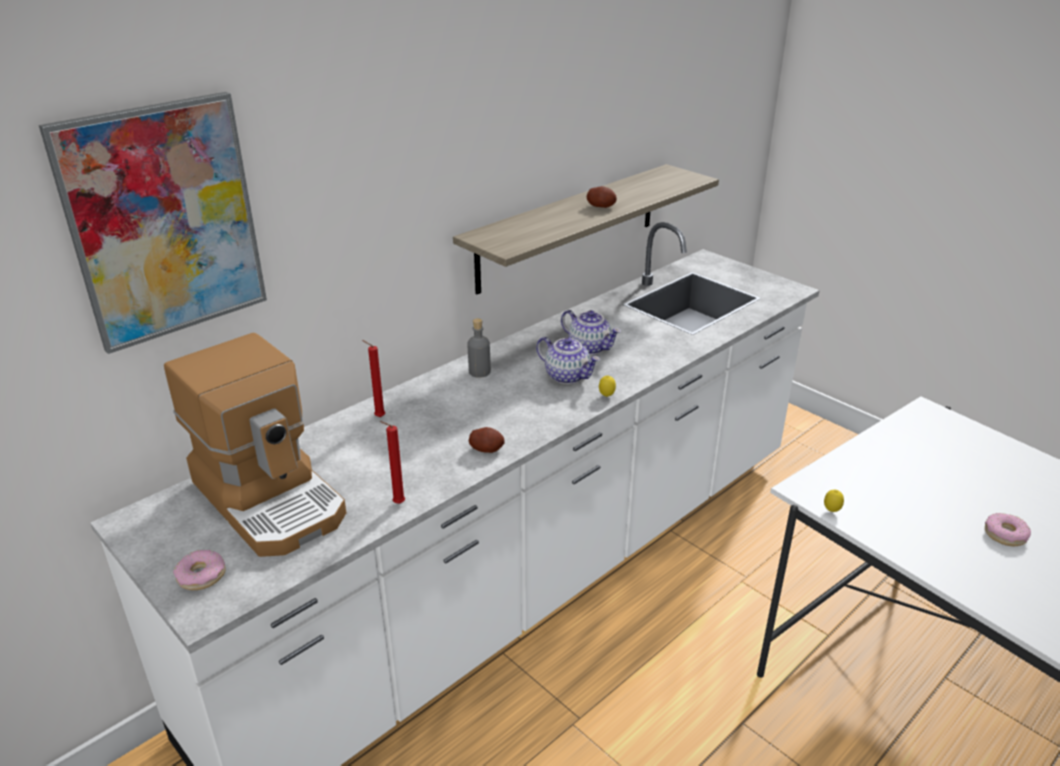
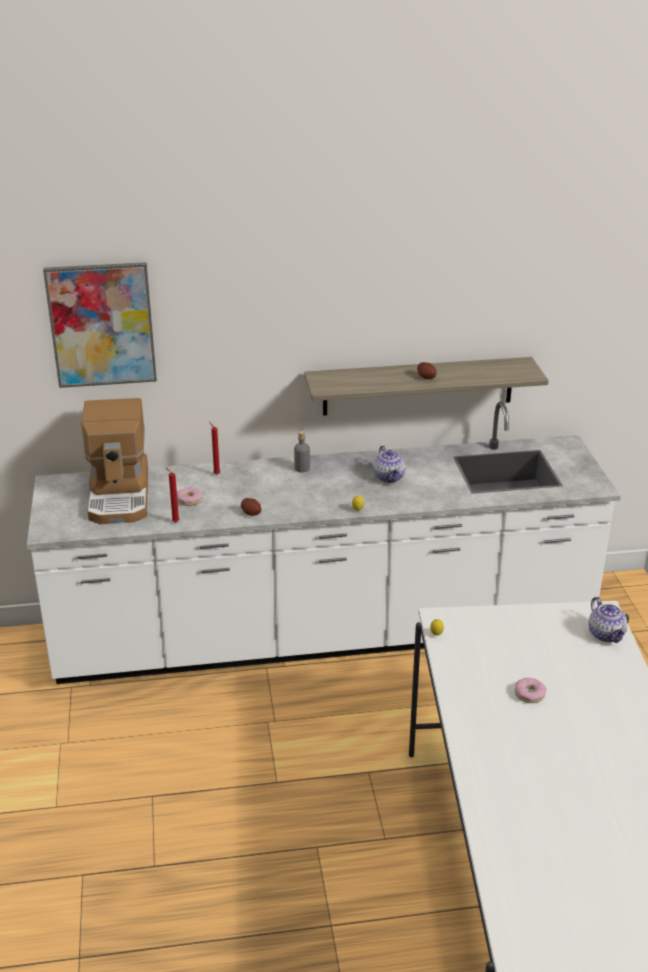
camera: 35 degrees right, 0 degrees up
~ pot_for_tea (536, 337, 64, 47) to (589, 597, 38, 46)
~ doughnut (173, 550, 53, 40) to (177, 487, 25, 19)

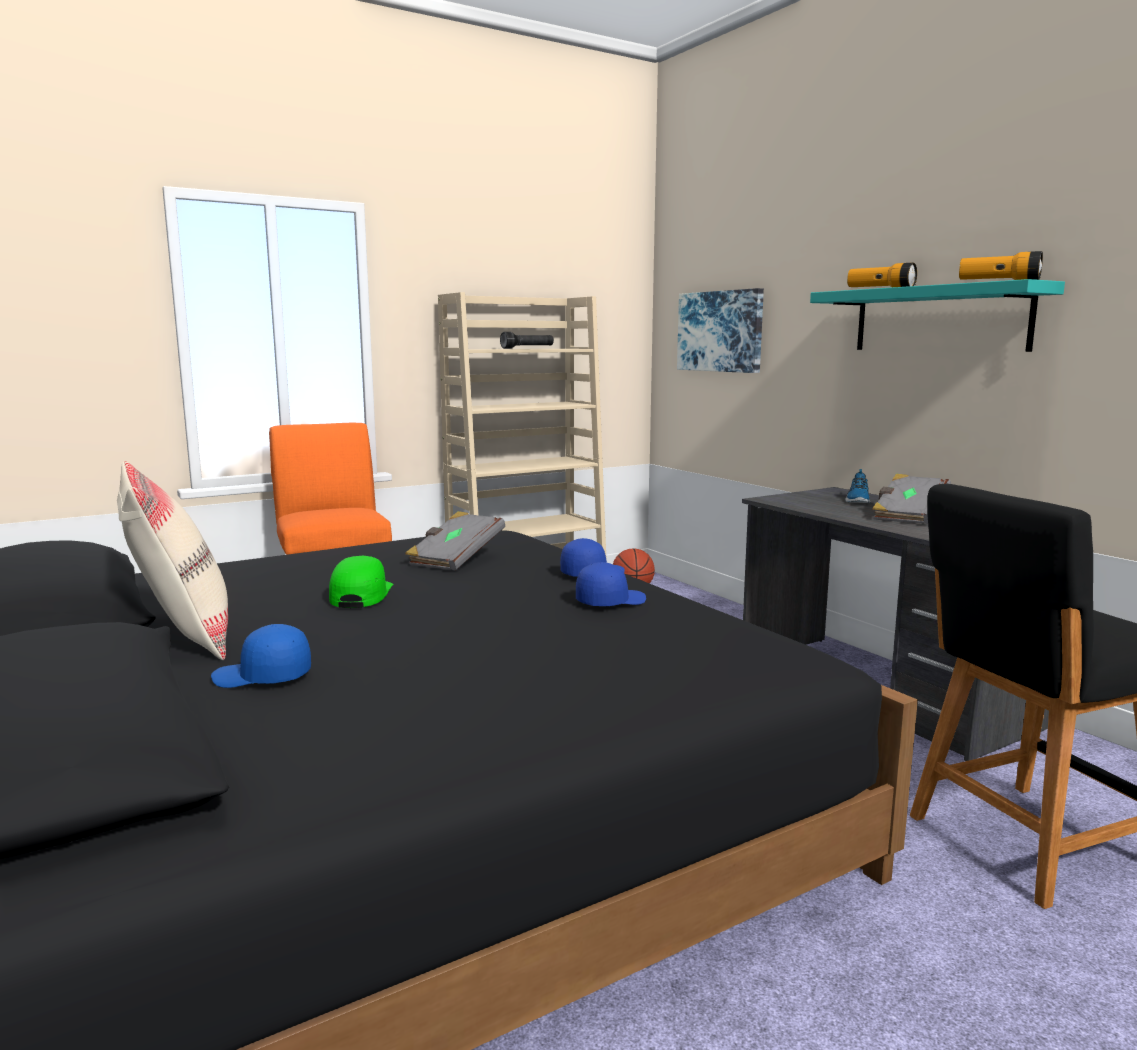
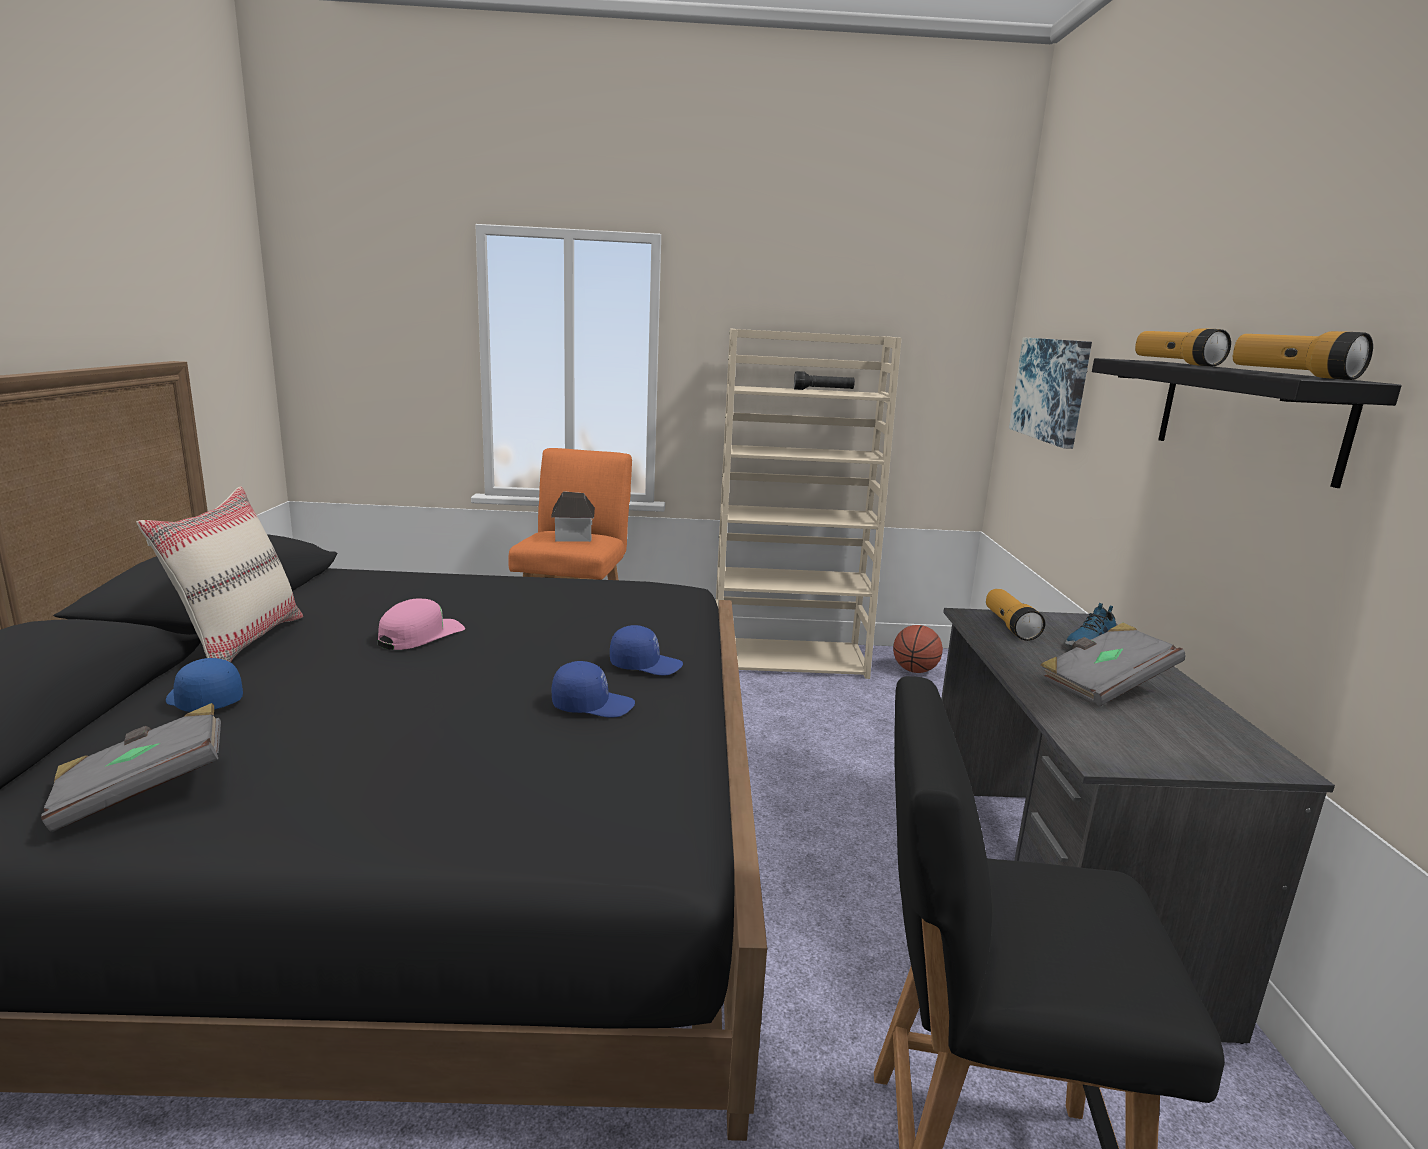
camera: 30 degrees right, 5 degrees up
~ blue-green_shelf (810, 279, 255, 73) to black-coloured_shelf (1092, 358, 310, 130)
~ greyish_book (405, 511, 100, 60) to (41, 703, 180, 129)
~ greenish_peaked_cap (329, 556, 64, 52) to pink_peaked_cap (378, 599, 87, 51)
+ model_house (551, 491, 44, 51)
+ flashlight (986, 589, 59, 52)

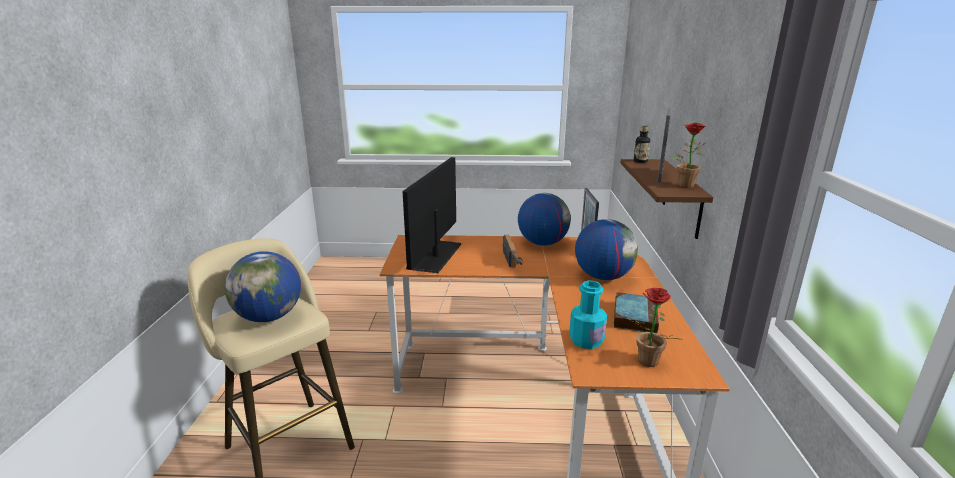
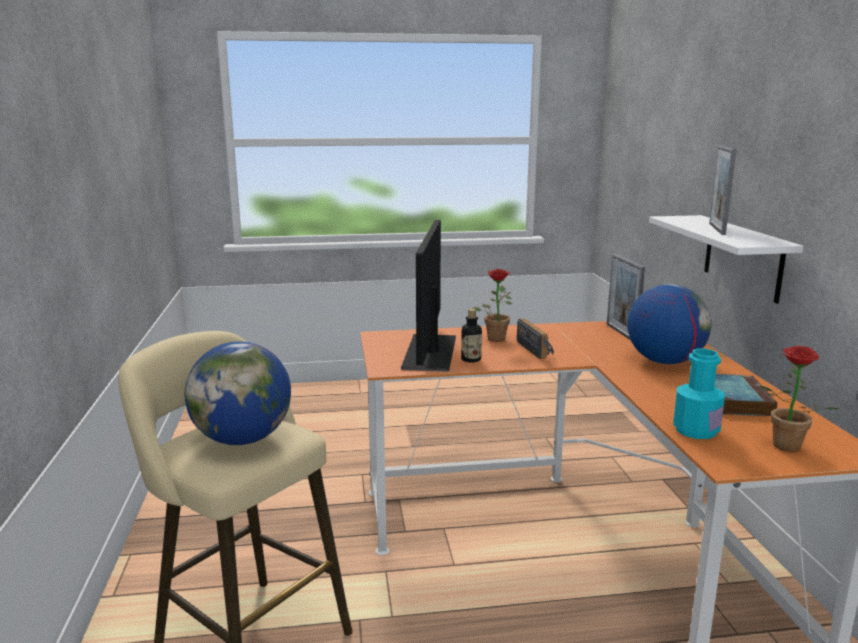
camera: 10 degrees left, 5 degrees down
~ houseplant (669, 123, 37, 65) to (474, 269, 38, 73)
~ bottle (634, 125, 16, 38) to (461, 309, 21, 54)
~ brown-coloured_shelf (620, 159, 93, 80) to white-coloured_shelf (649, 215, 154, 89)
- globe (518, 193, 53, 53)

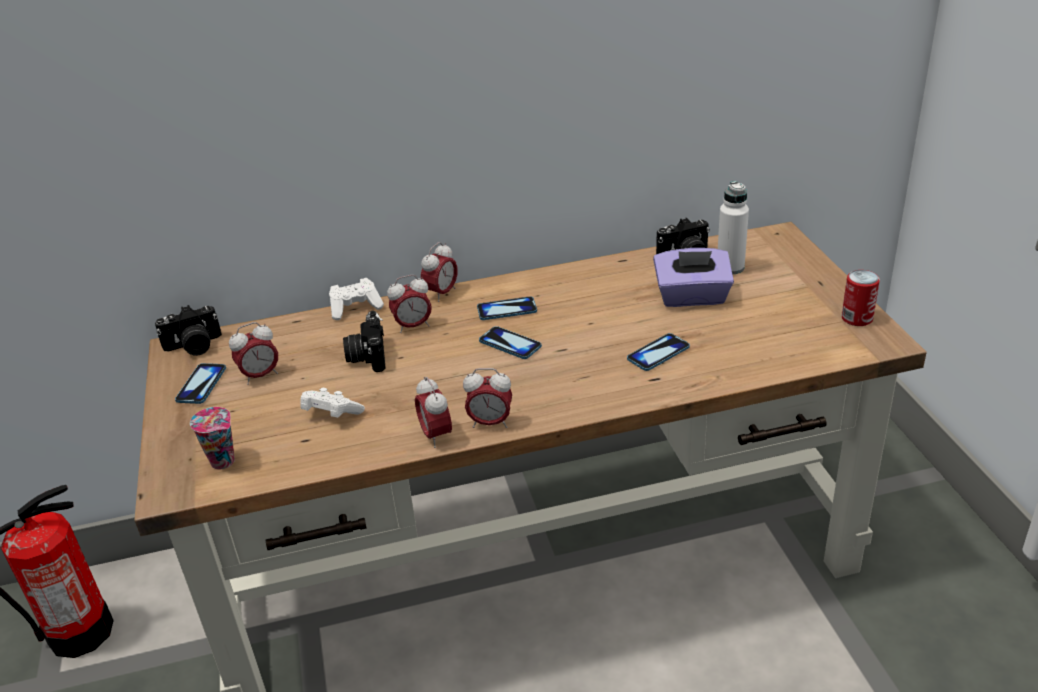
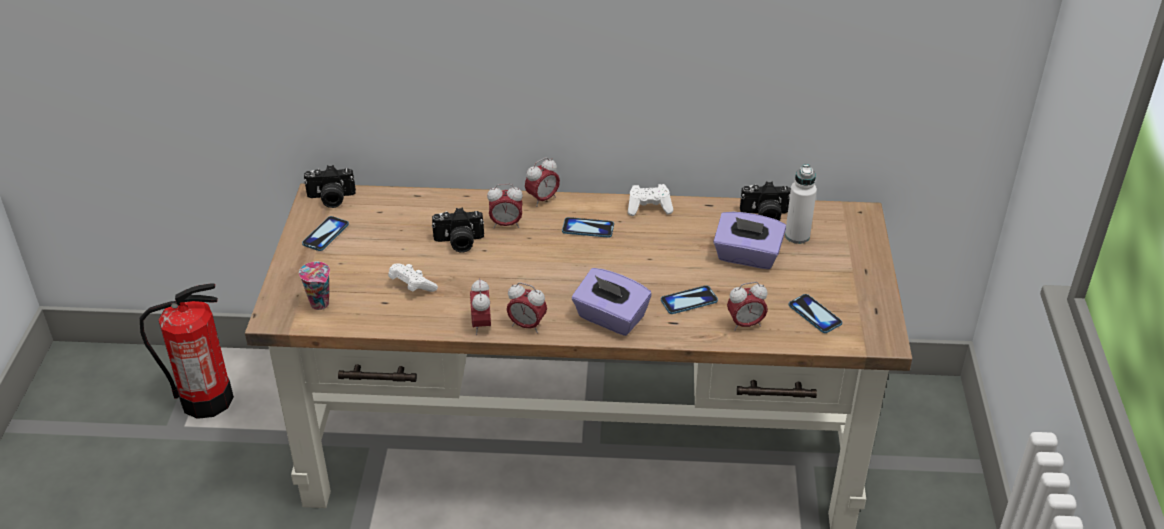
camera: 15 degrees right, 5 degrees up
- metal_can (841, 270, 39, 56)
~ white-coloured_game_controller (329, 278, 55, 42) to (628, 184, 46, 32)
~ photo_camera (343, 311, 43, 61) = (432, 207, 52, 45) 105 degrees counterclockwise
~ alarm_clock (229, 322, 49, 63) to (727, 282, 41, 49)
~ handset (479, 326, 63, 33) to (788, 294, 54, 39)
+ purplish_tissue_holder (572, 268, 80, 68)

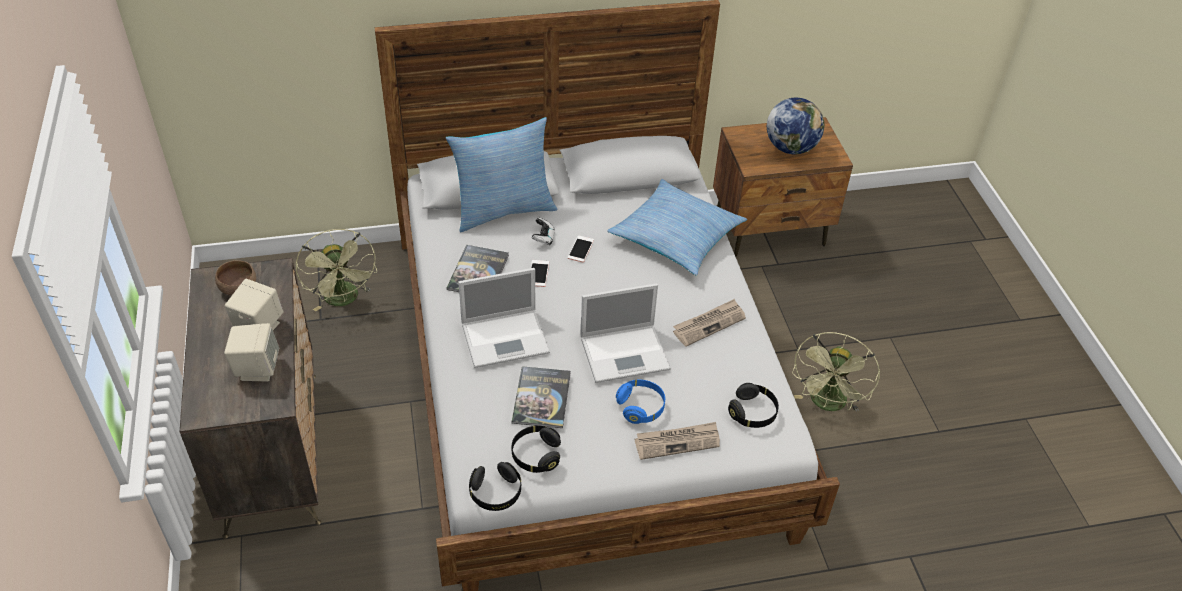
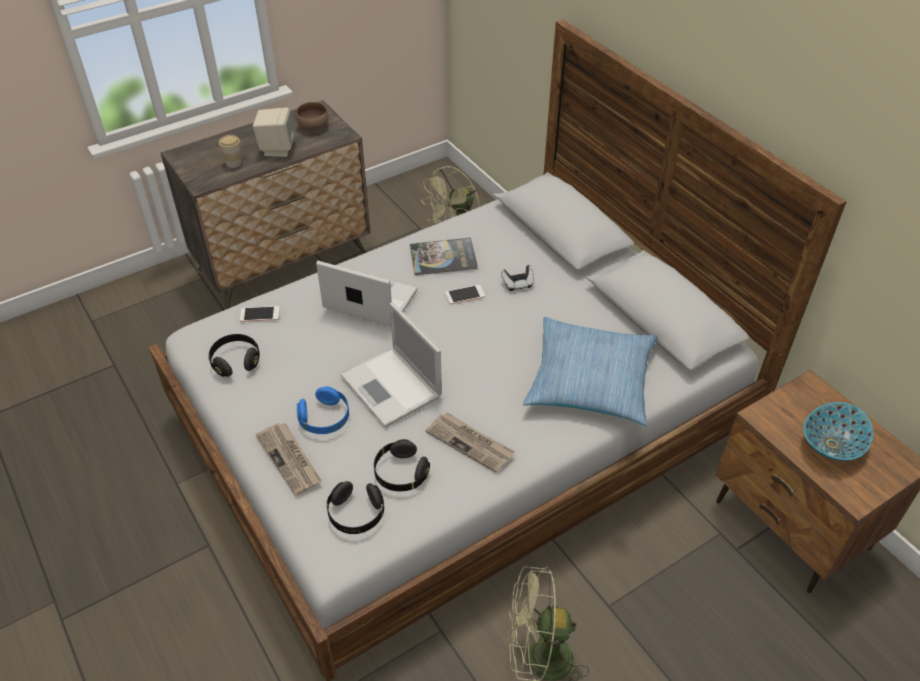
camera: 70 degrees right, 0 degrees up
~ globe (767, 98, 57, 56) to deep_dish (803, 402, 70, 59)
- pillow (446, 117, 111, 115)
~ handset (568, 236, 26, 26) to (240, 306, 40, 16)
~ portable_computer (458, 268, 92, 100) = (316, 261, 101, 66) 150 degrees clockwise
~ sand-coloured_loudspeaker (224, 323, 55, 59) to small_cup (219, 135, 23, 33)
- book (512, 366, 59, 62)
~ black-coloured_pair_of_headphones (469, 462, 52, 49) to (374, 439, 56, 52)

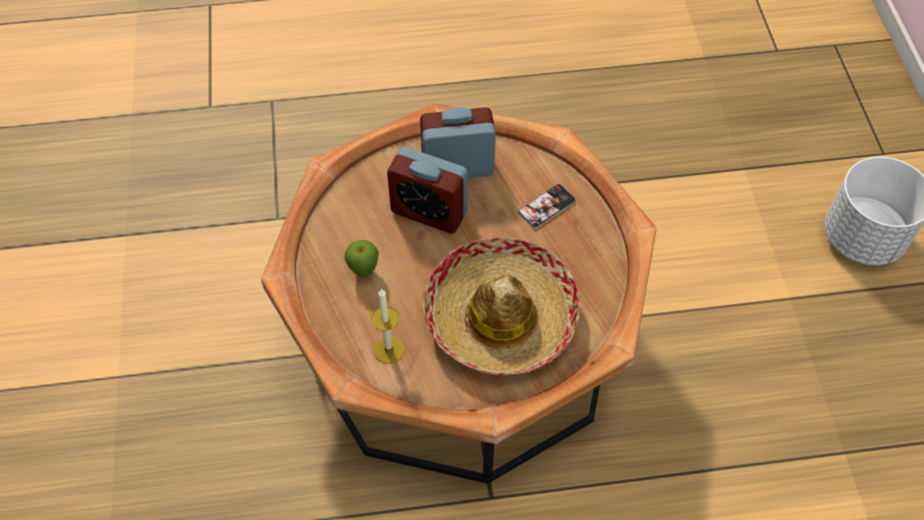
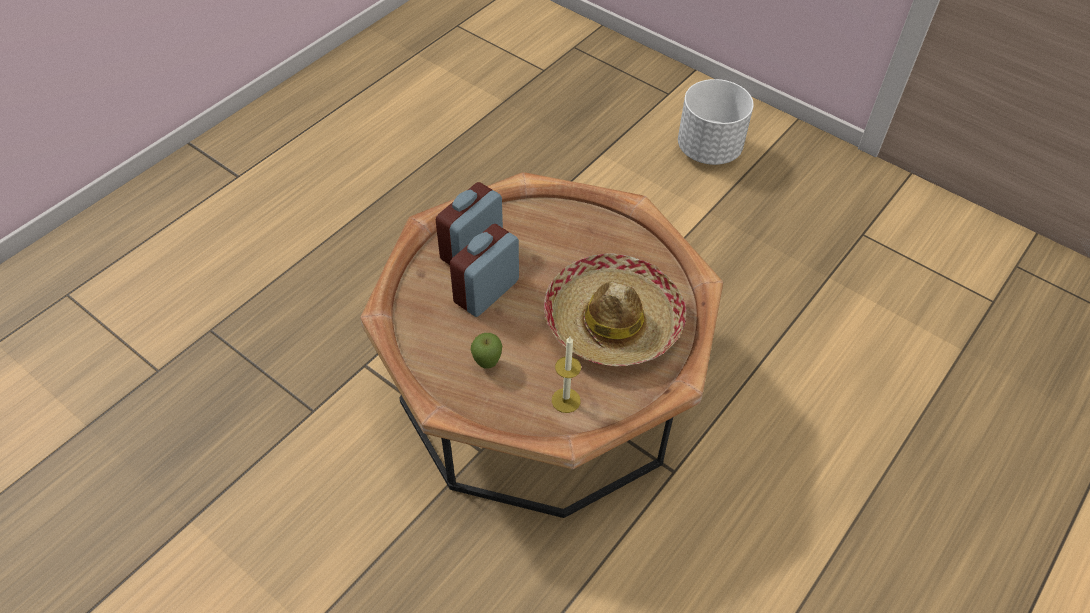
camera: 45 degrees left, 5 degrees down
~ alarm_clock (387, 147, 81, 87) = (450, 224, 69, 93) 150 degrees clockwise
- handset (517, 184, 59, 45)

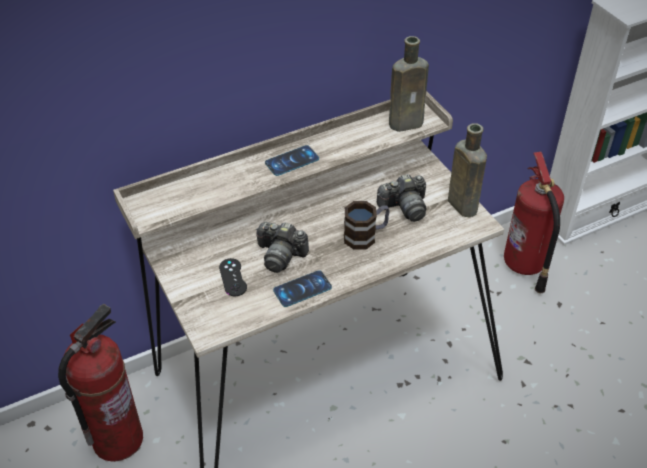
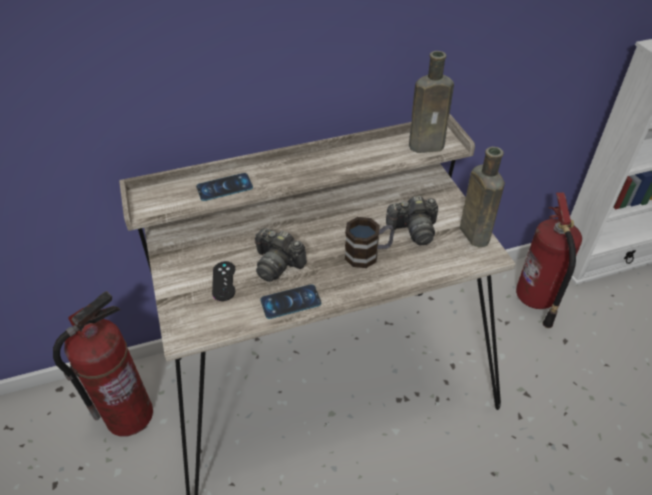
camera: 10 degrees right, 0 degrees up
~ handset (265, 145, 54, 31) to (196, 173, 57, 28)

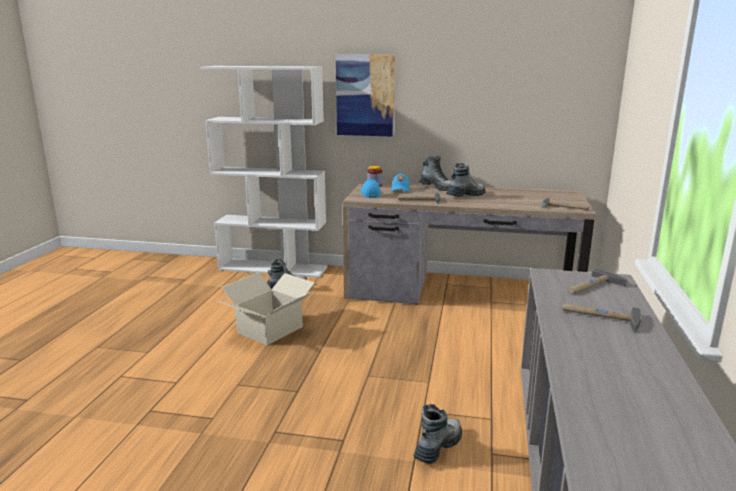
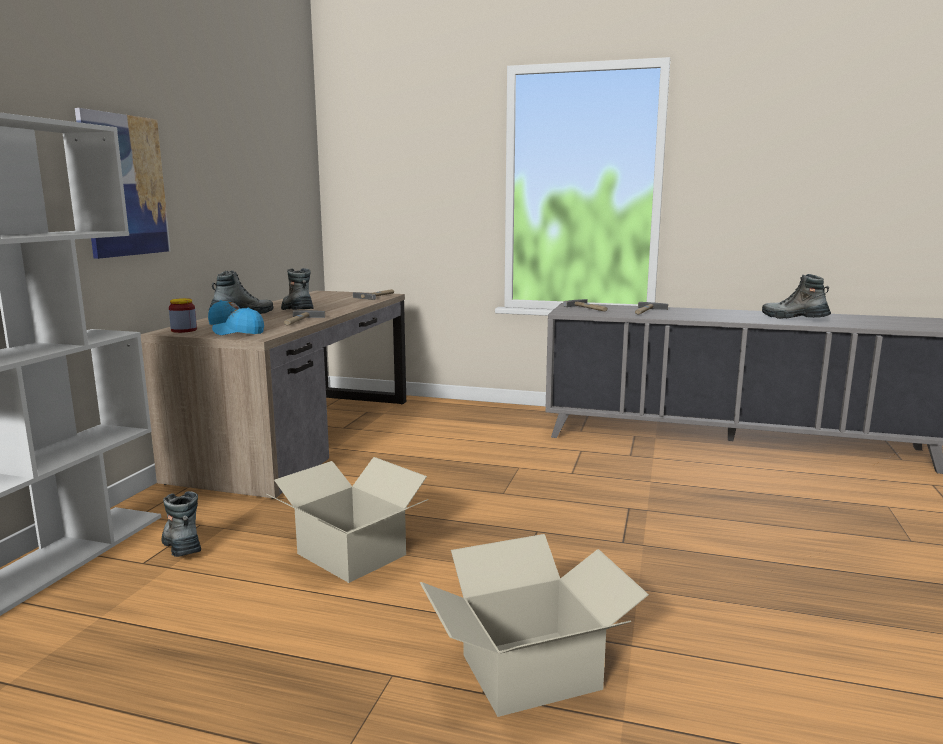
camera: 85 degrees left, 5 degrees down
~ tall_boot (413, 404, 49, 60) to (762, 274, 69, 45)
+ carton (420, 534, 229, 183)

